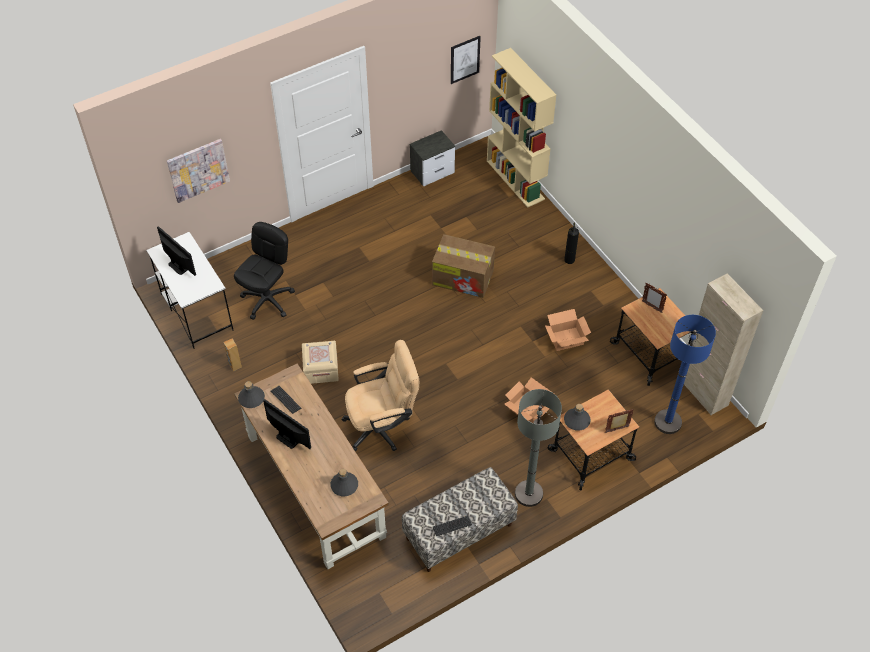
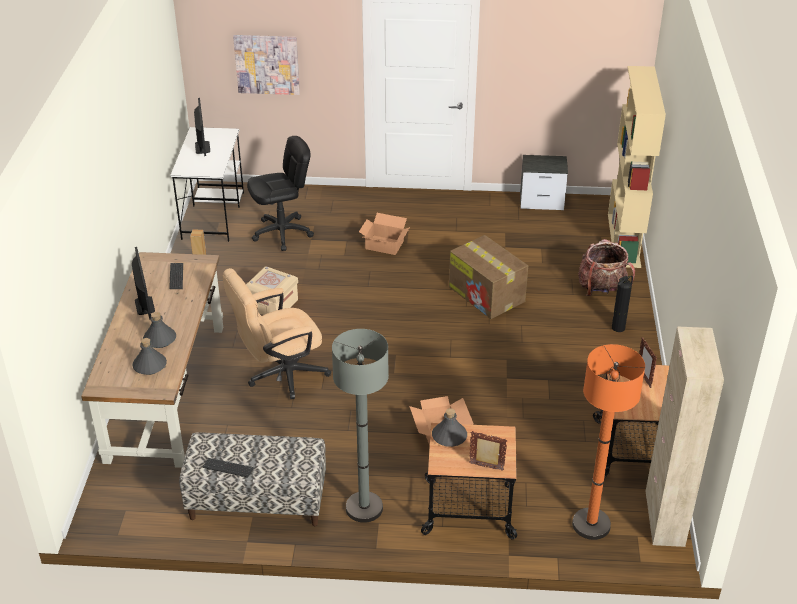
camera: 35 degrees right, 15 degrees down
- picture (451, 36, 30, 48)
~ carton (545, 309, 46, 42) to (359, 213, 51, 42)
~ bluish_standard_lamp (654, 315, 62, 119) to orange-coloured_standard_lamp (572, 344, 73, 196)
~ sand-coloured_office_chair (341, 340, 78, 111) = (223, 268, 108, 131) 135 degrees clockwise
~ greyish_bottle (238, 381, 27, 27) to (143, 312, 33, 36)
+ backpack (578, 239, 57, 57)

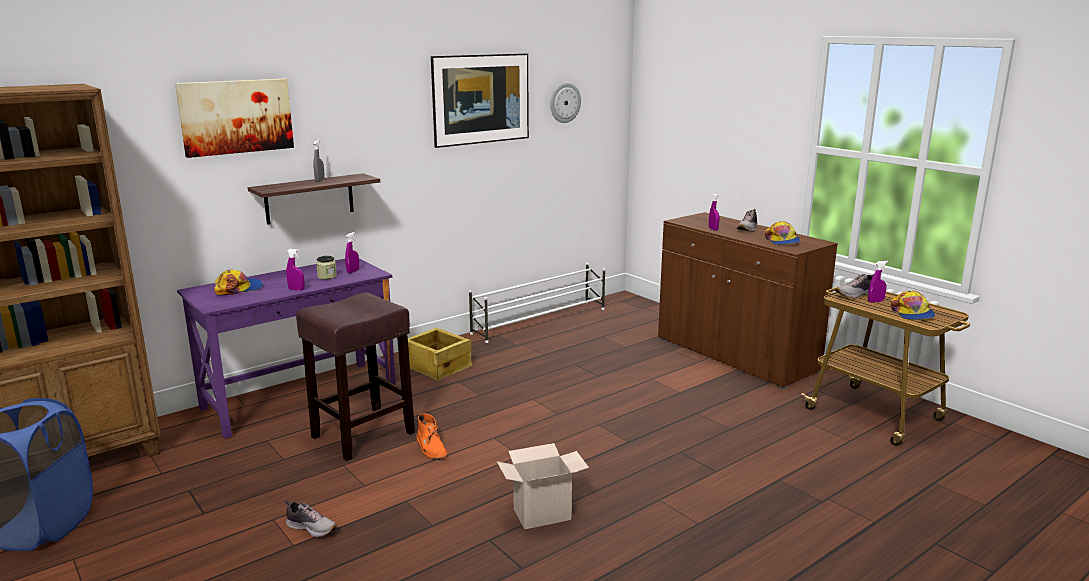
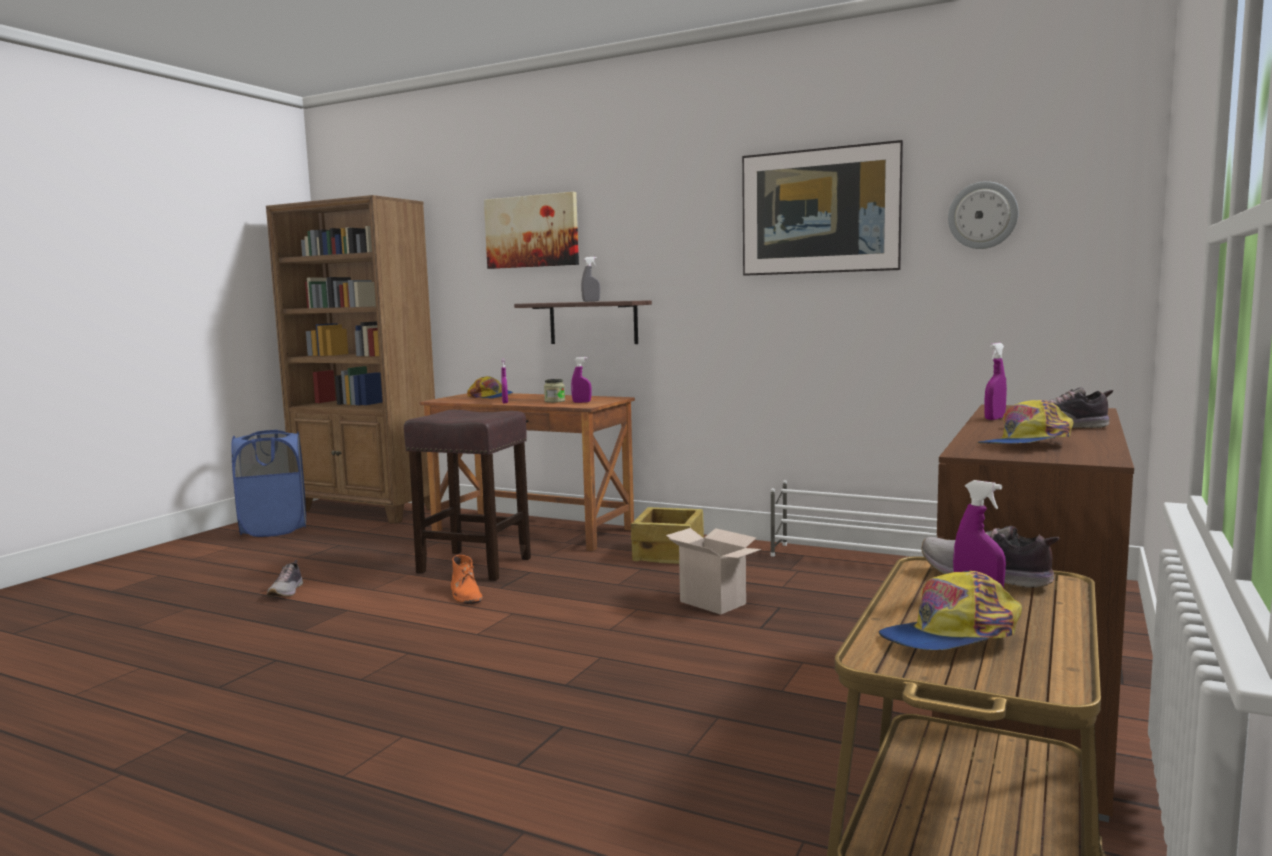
camera: 65 degrees right, 10 degrees down
~ purplish_desk_table (177, 258, 219, 181) to brown-coloured_desk_table (420, 393, 215, 158)
~ orange-coloured_tall_boot (416, 413, 32, 47) = (451, 555, 32, 49) 60 degrees counterclockwise
~ carton (497, 443, 92, 86) to (666, 528, 95, 86)

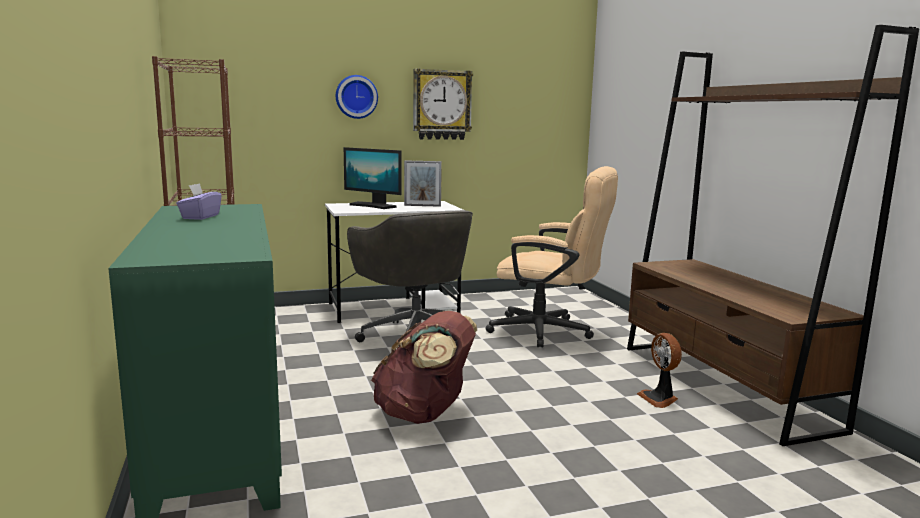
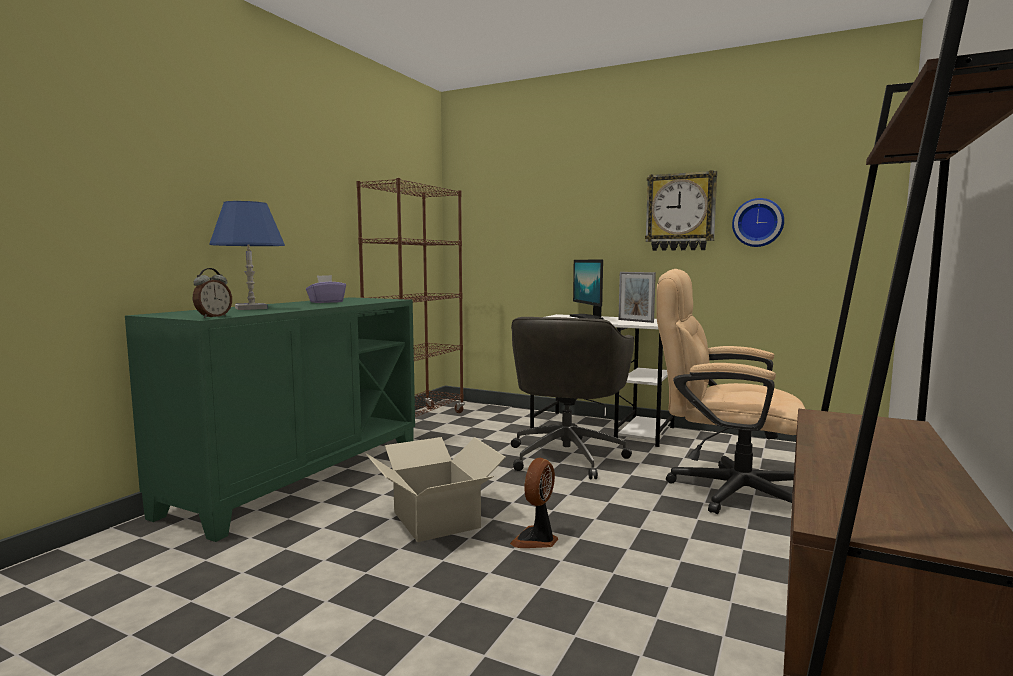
camera: 45 degrees right, 5 degrees down
~ wall_clock (336, 75, 42, 44) to (732, 198, 52, 49)
~ sand-coloured_office_chair (485, 166, 133, 182) = (656, 269, 149, 245) 135 degrees clockwise
~ brown-coloured_backpack (371, 311, 106, 113) to carton (366, 437, 140, 105)
~ cooling_fan (637, 333, 45, 75) to (510, 458, 48, 90)
+ bluish_lamp_for_a_table (209, 201, 76, 109)
+ alarm_clock (193, 268, 39, 50)

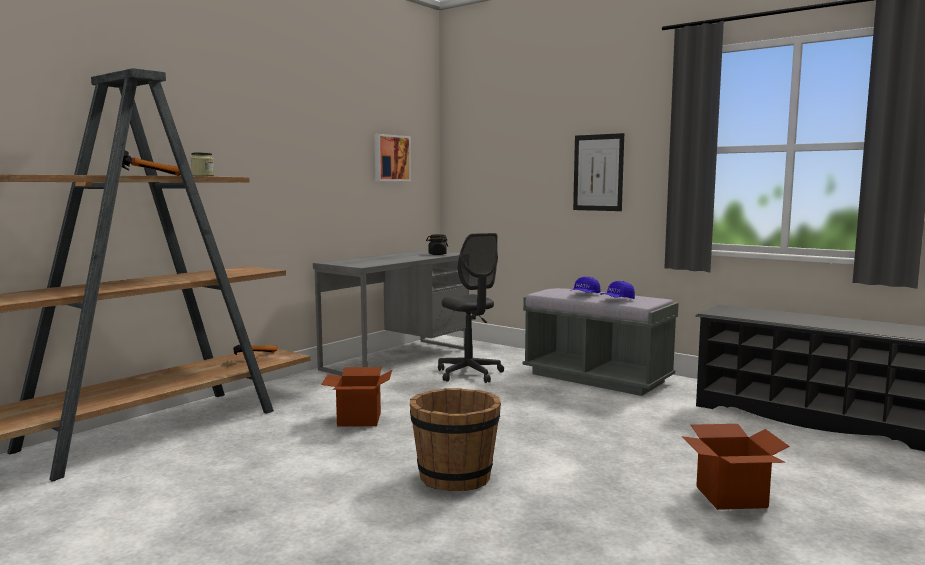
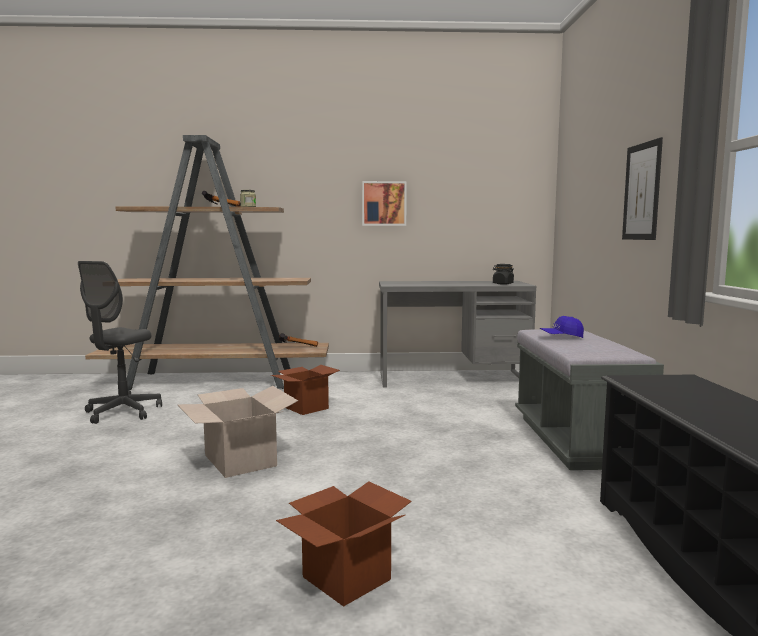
camera: 50 degrees right, 0 degrees up
~ picture (375, 134, 36, 47) to (362, 181, 45, 45)
~ greyish_office_chair (438, 233, 66, 150) to (78, 261, 84, 163)
- bluish_peaked_cap (600, 281, 35, 18)
~ brown-coloured_water_bucket (410, 388, 91, 103) to carton (177, 386, 121, 92)

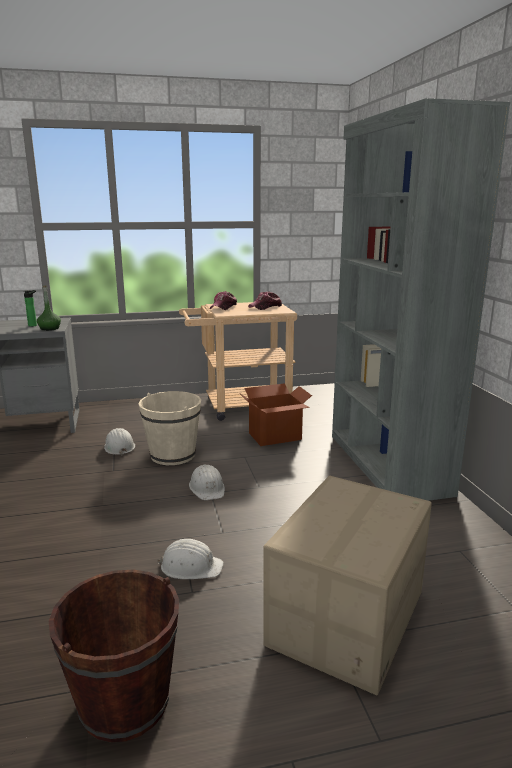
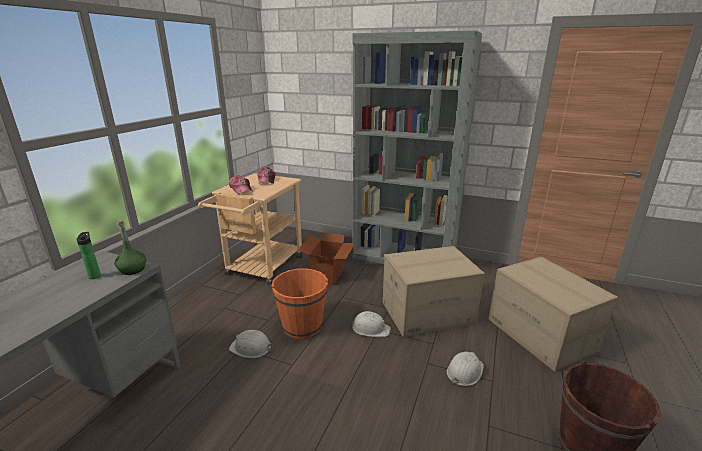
camera: 55 degrees left, 5 degrees up
~ sand-coloured_water_bucket (138, 391, 63, 74) to orange-coloured_water_bucket (271, 268, 57, 71)
+ carton (382, 246, 103, 91)

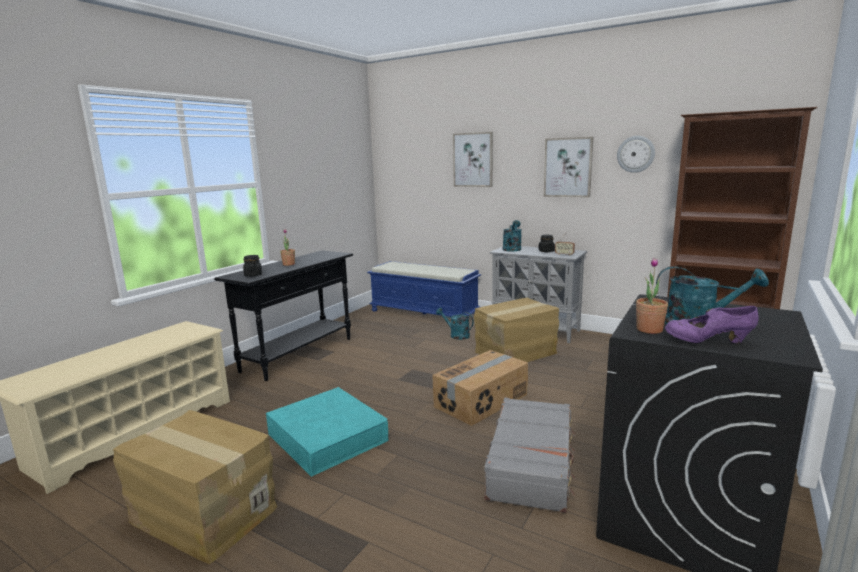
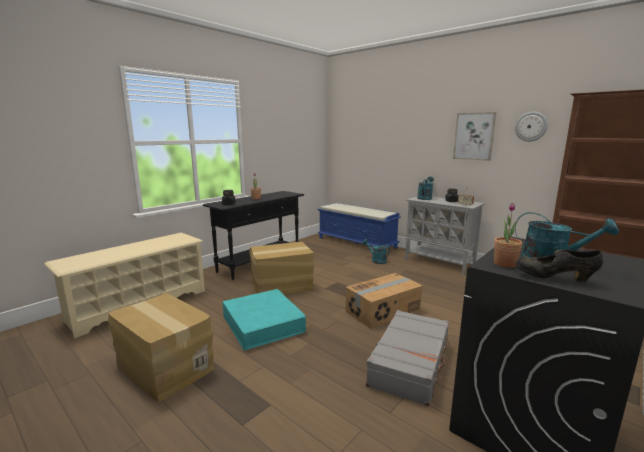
camera: 10 degrees right, 0 degrees up
- picture (453, 132, 40, 55)
~ carton (474, 298, 85, 64) to (249, 242, 65, 52)
~ purplish_shoe (665, 306, 94, 37) to black-coloured_shoe (516, 249, 87, 33)

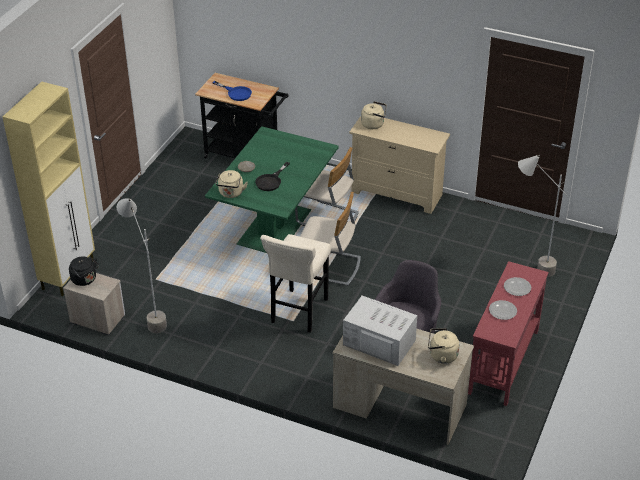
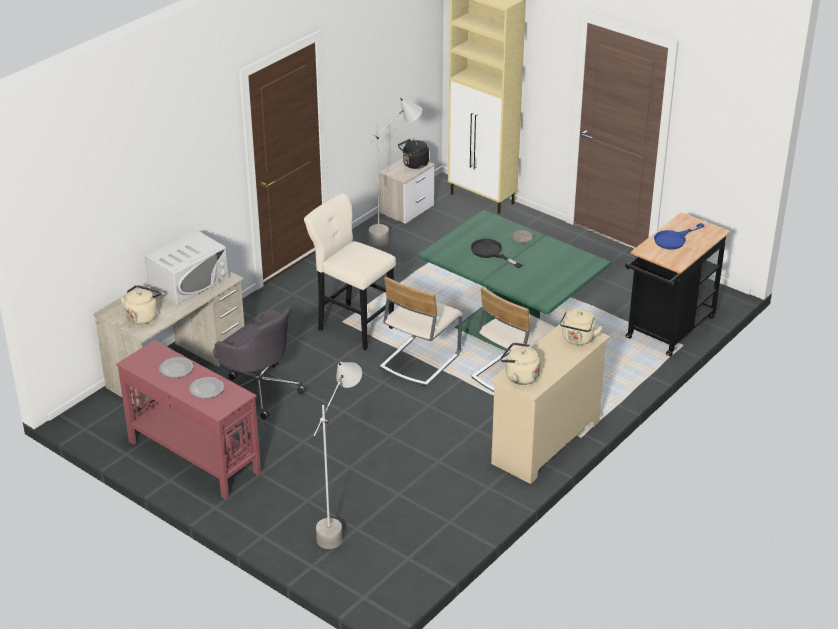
camera: 105 degrees right, 5 degrees down
~ sand-coloured_water_kettle (215, 170, 33, 28) to (500, 343, 40, 42)

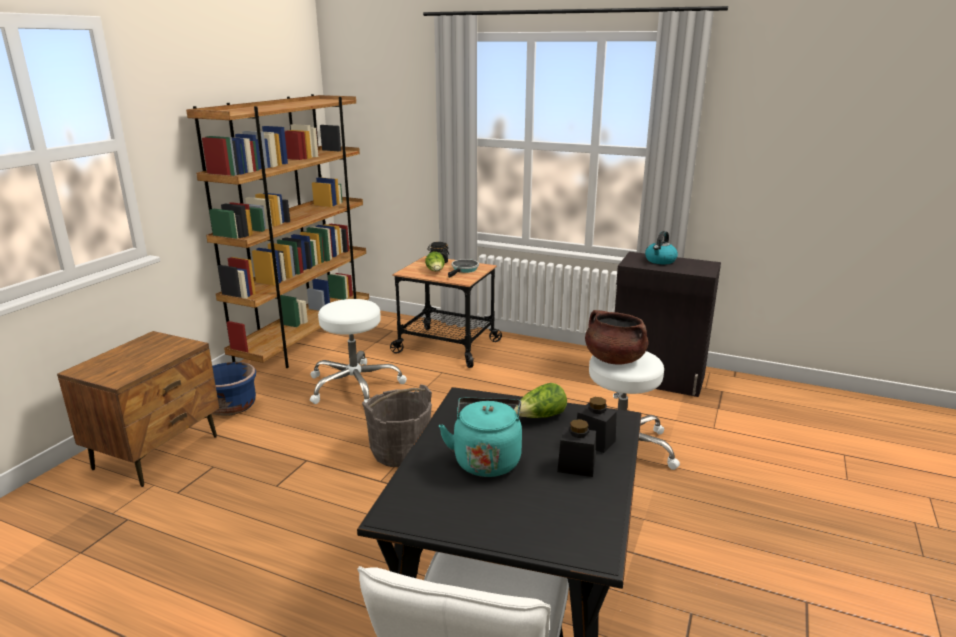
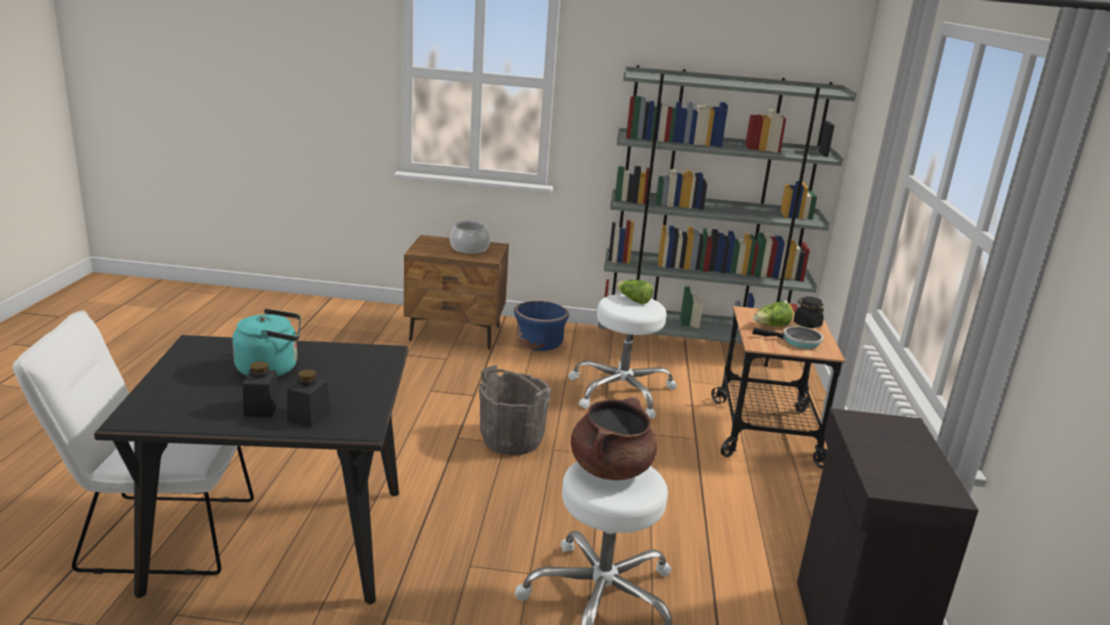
camera: 70 degrees right, 0 degrees up
~ brown-coloured_bookshelf (186, 94, 183, 274) to greyish_bookshelf (598, 65, 259, 302)
- water_kettle (645, 231, 33, 33)
~ lettuce (514, 383, 53, 35) to (616, 280, 37, 24)
+ saucepot (450, 220, 40, 34)

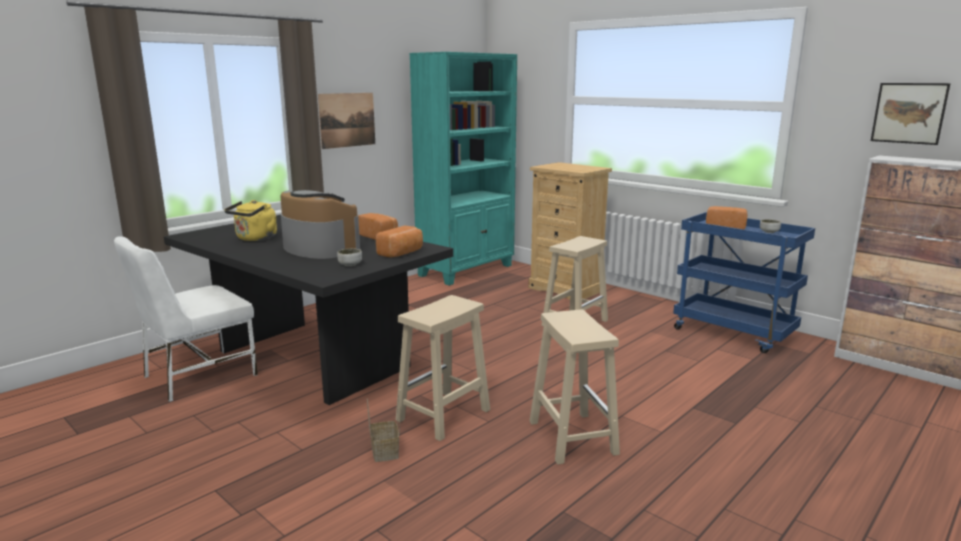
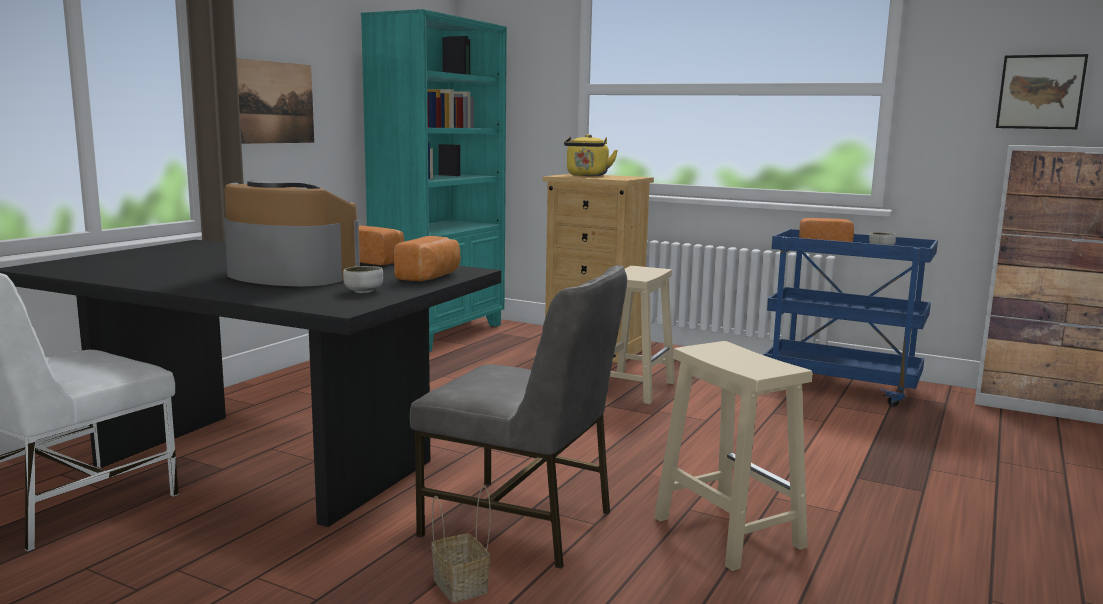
camera: 15 degrees left, 5 degrees down
~ yellow-coloured_water_kettle (224, 200, 53, 41) to (564, 134, 54, 42)
~ sand-coloured_stool (396, 295, 94, 146) to greyish_chair (409, 265, 218, 304)

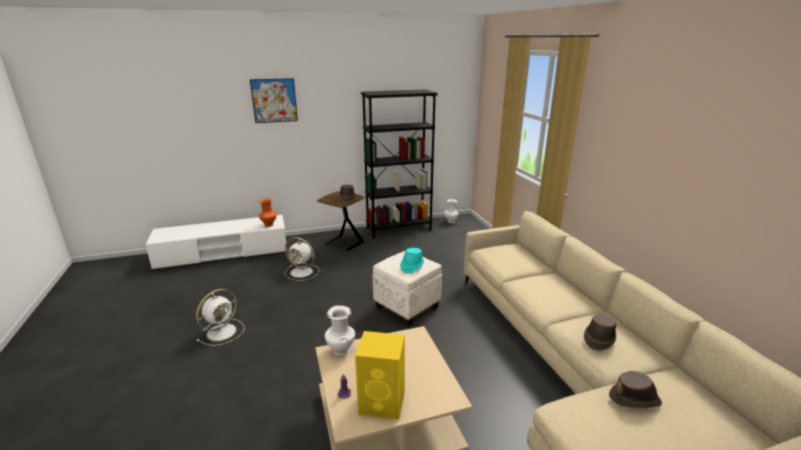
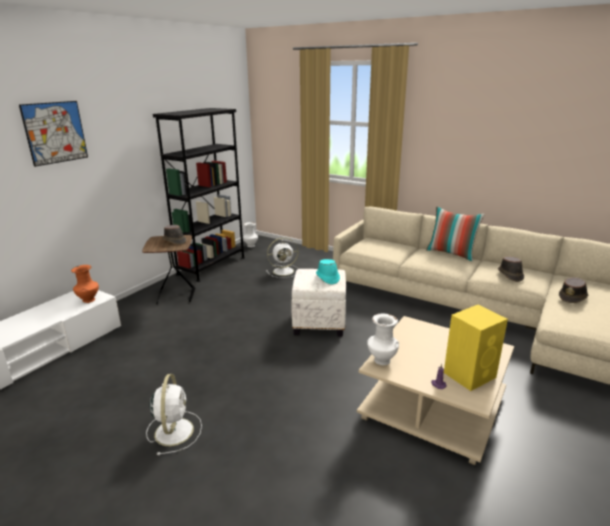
camera: 40 degrees left, 0 degrees up
~ white-coloured_cooling_fan (284, 237, 36, 44) to (266, 238, 32, 40)
+ pillow (426, 206, 59, 55)

